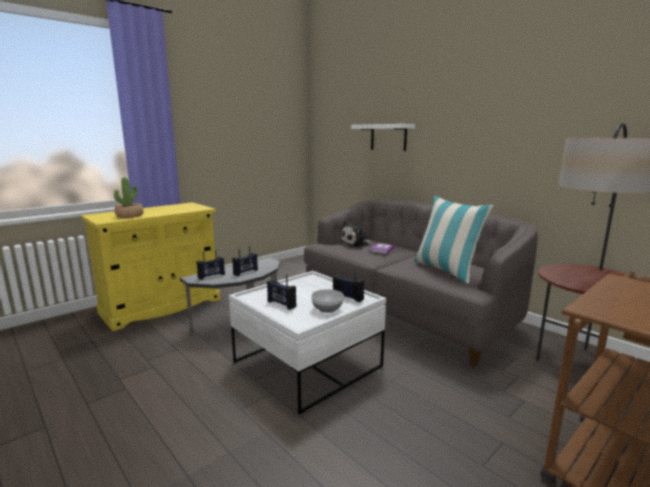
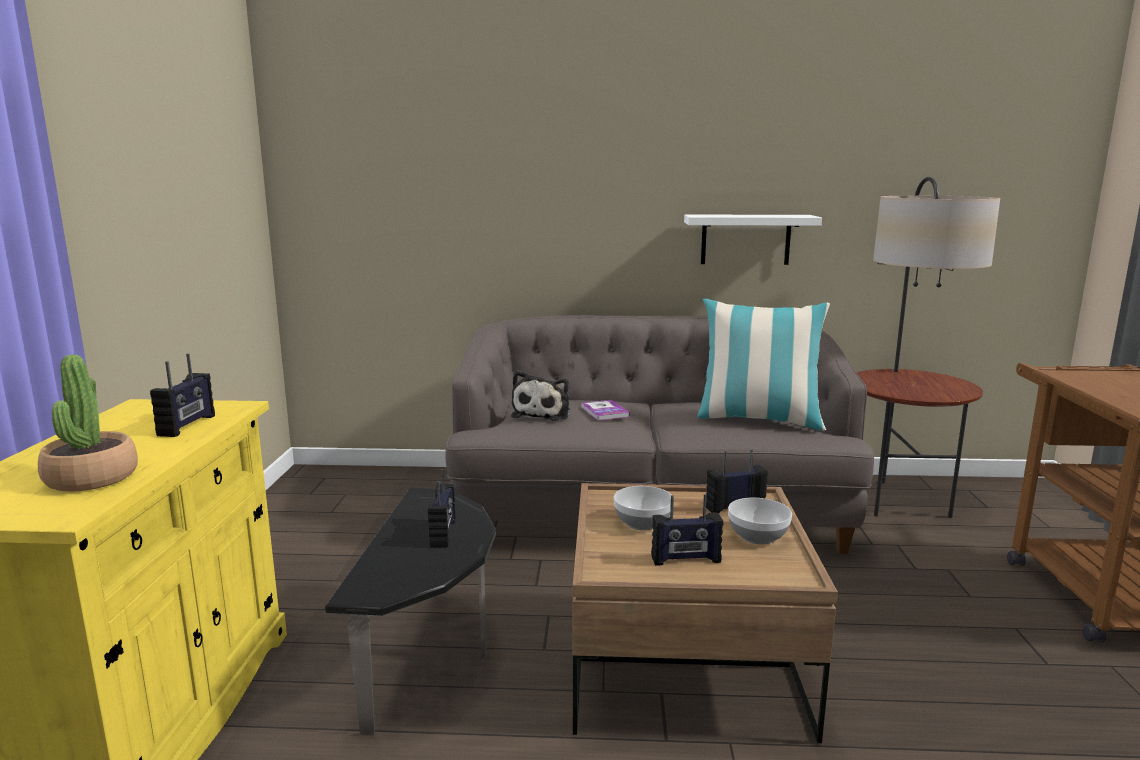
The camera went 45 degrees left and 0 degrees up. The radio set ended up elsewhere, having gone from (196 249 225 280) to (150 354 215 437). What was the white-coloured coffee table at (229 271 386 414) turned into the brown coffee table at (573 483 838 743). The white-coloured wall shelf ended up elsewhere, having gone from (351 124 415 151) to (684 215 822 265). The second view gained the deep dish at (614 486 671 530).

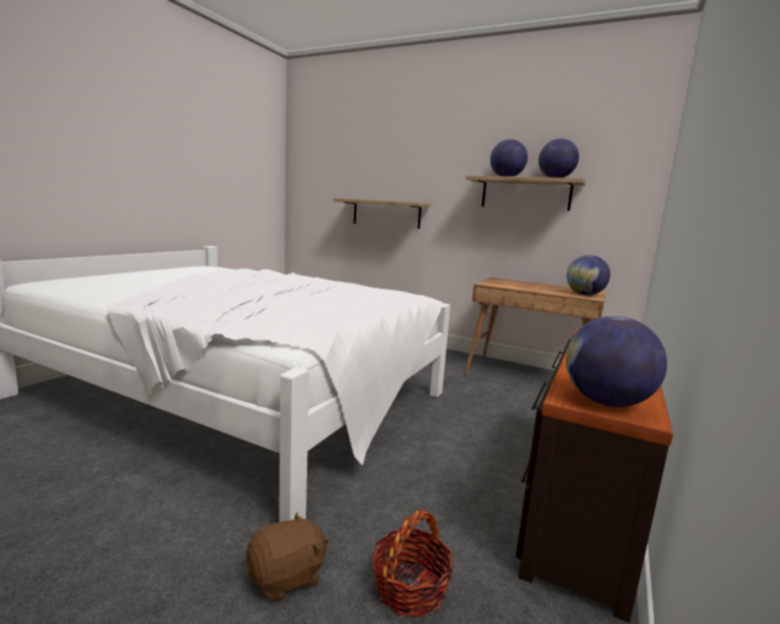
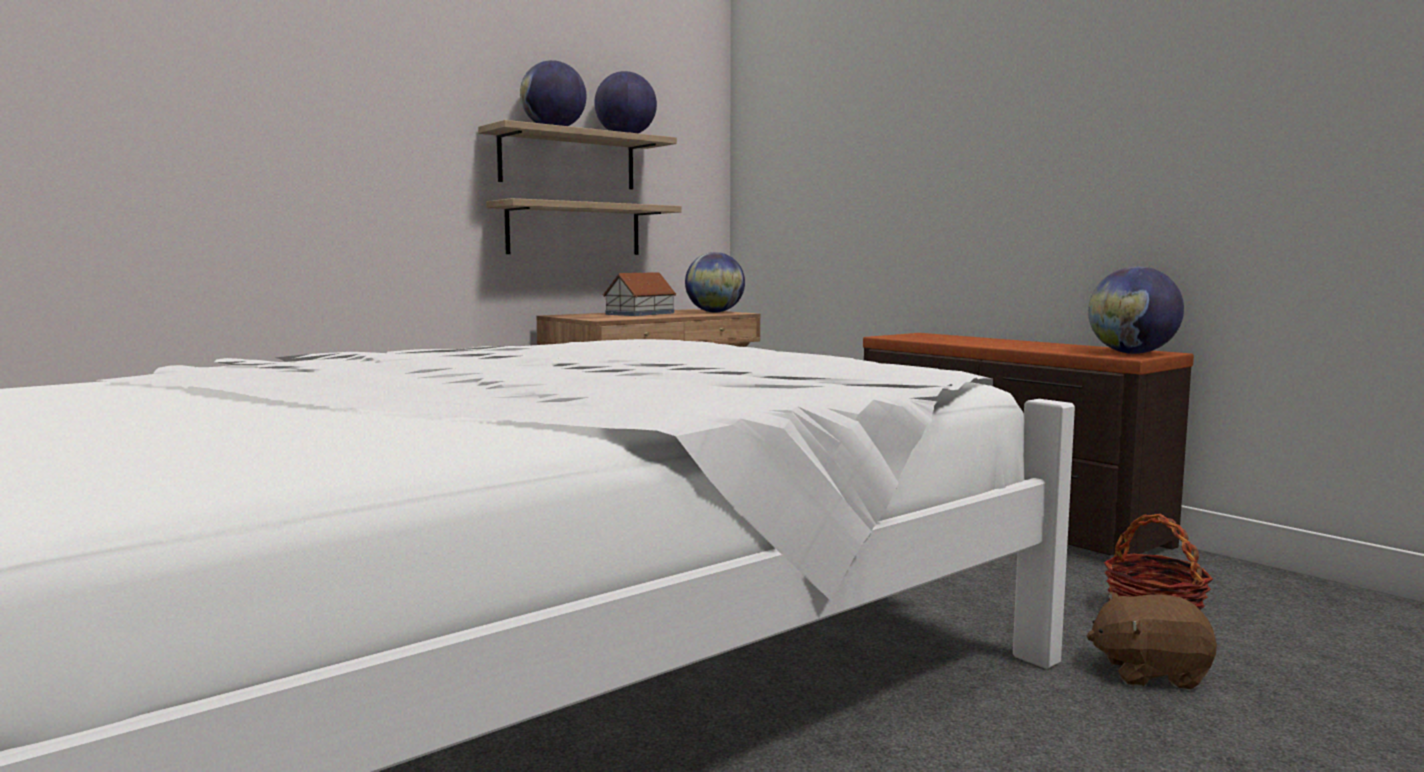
The camera went 65 degrees left and 5 degrees down. The brown soft toy at (246 512 329 602) ended up facing another way, 75 degrees counterclockwise from before. The wall shelf ended up elsewhere, having gone from (333 198 430 229) to (486 198 682 255). The second view gained the miniature house at (603 272 676 316).

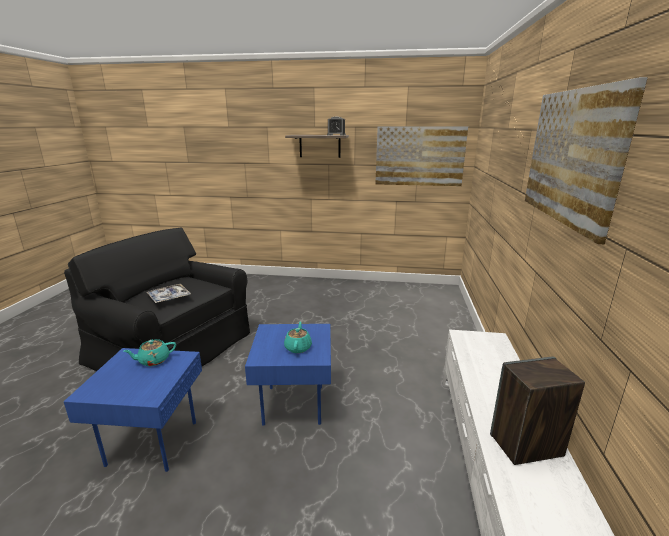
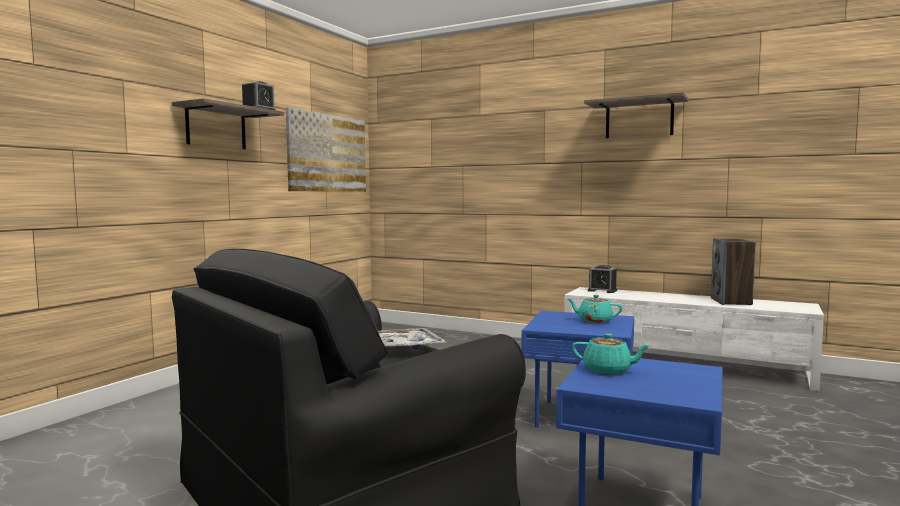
The camera went 70 degrees left and 15 degrees down. The turquoise-coloured teapot at (124 339 176 366) ended up facing another way, 60 degrees counterclockwise from before. Where the wall art hung at (525 77 648 244), the wall shelf came to hang at (584 92 689 138). The second view gained the bedside clock at (588 265 617 293).

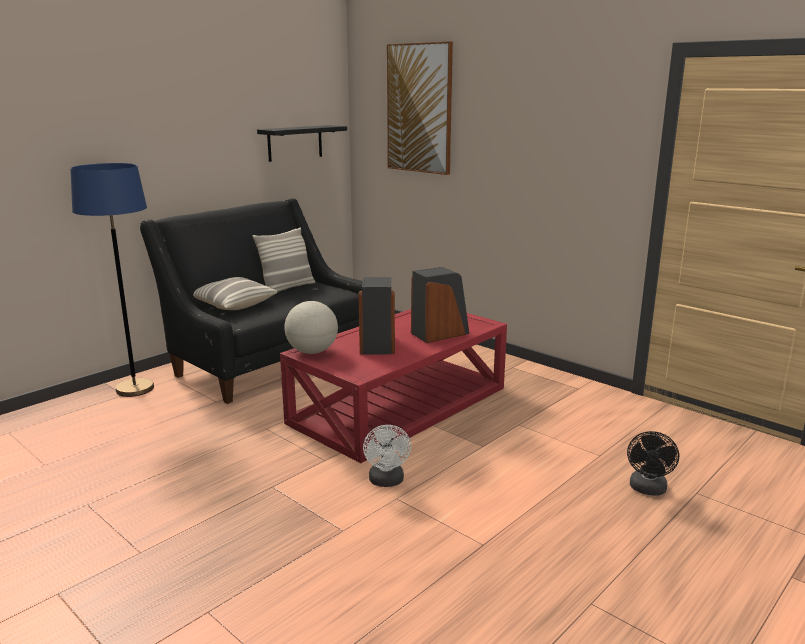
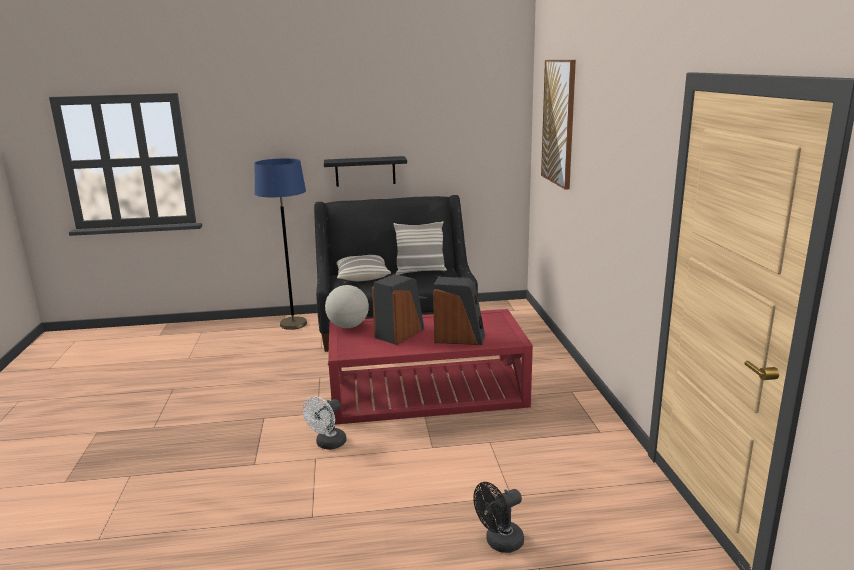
The camera went 40 degrees right and 0 degrees up. The blackish wall shelf ended up elsewhere, having gone from (257 125 347 162) to (324 156 407 187).

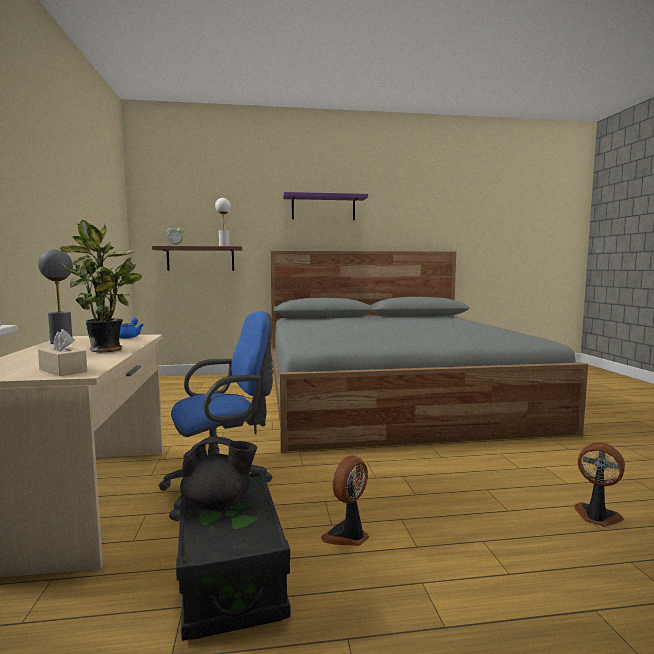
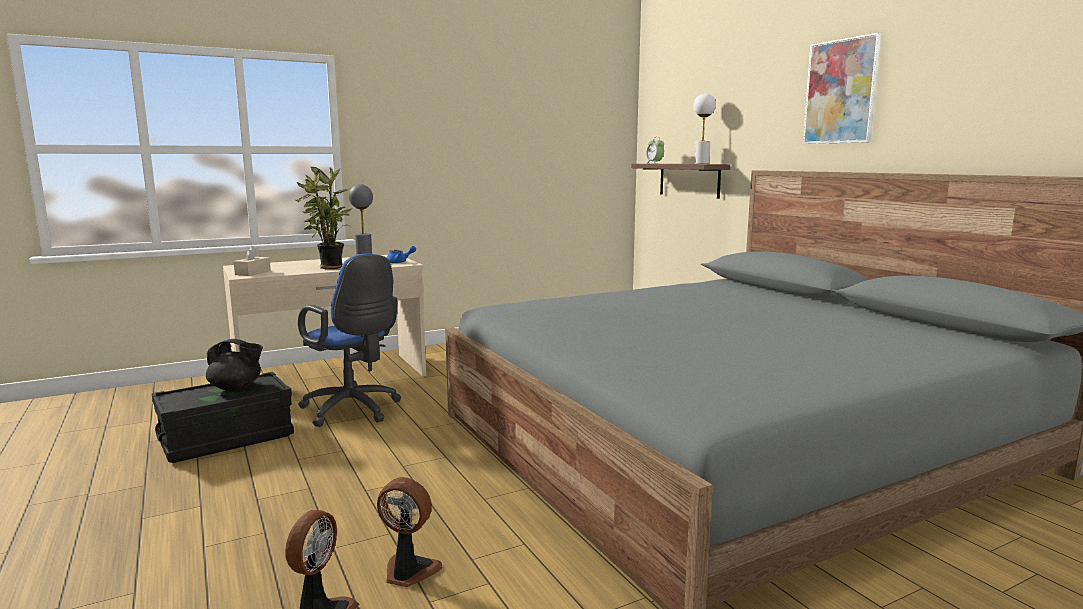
The camera went 70 degrees right and 5 degrees up. The blackish teapot at (180 436 257 510) ended up facing another way, 60 degrees counterclockwise from before. Where the purple wall shelf hung at (283 192 368 220), the wall art came to hang at (803 32 881 144). The cooling fan ended up elsewhere, having gone from (321 455 369 546) to (377 477 442 587).

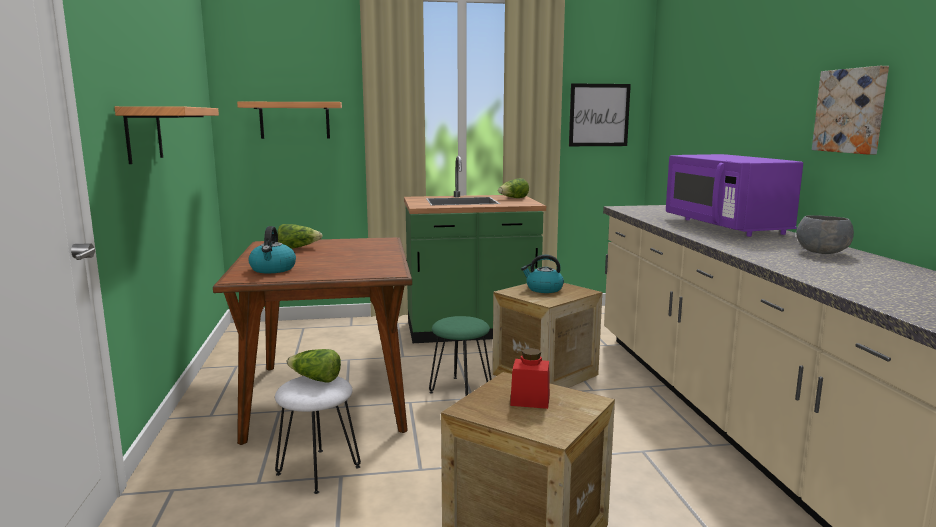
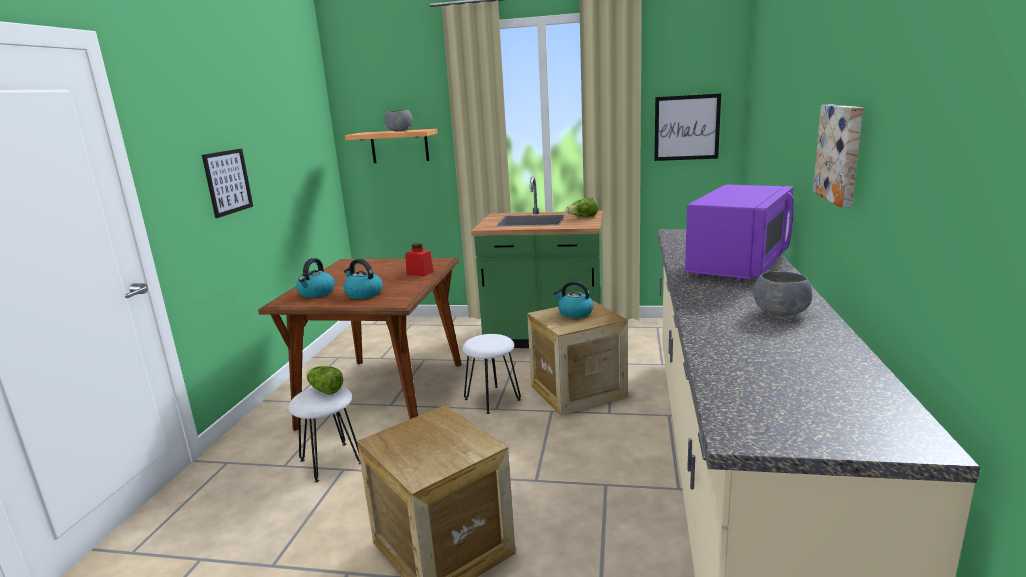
The camera went 20 degrees right and 5 degrees up. Where the wall shelf hung at (115 106 219 164), the wall art came to hang at (202 149 253 218). The second view lost the lettuce head at (277 224 323 249). What was the green-coloured sitting stool at (429 316 492 396) turned into the white-coloured sitting stool at (462 334 521 414). The red storage jar ended up elsewhere, having gone from (510 348 550 409) to (405 243 434 276). The purple microwave oven at (666 154 803 237) ended up facing another way, 150 degrees counterclockwise from before. The second view gained the tea kettle at (343 259 383 299). The second view gained the gray deep dish at (385 110 413 131).

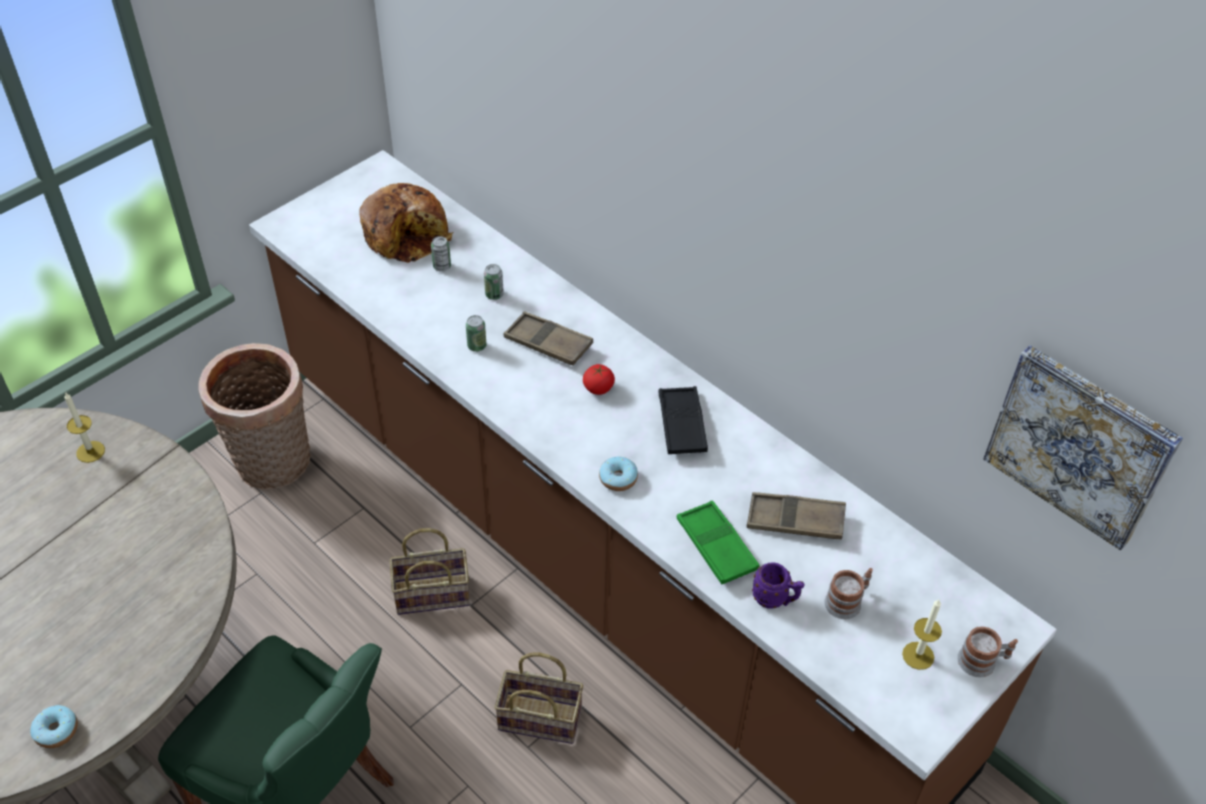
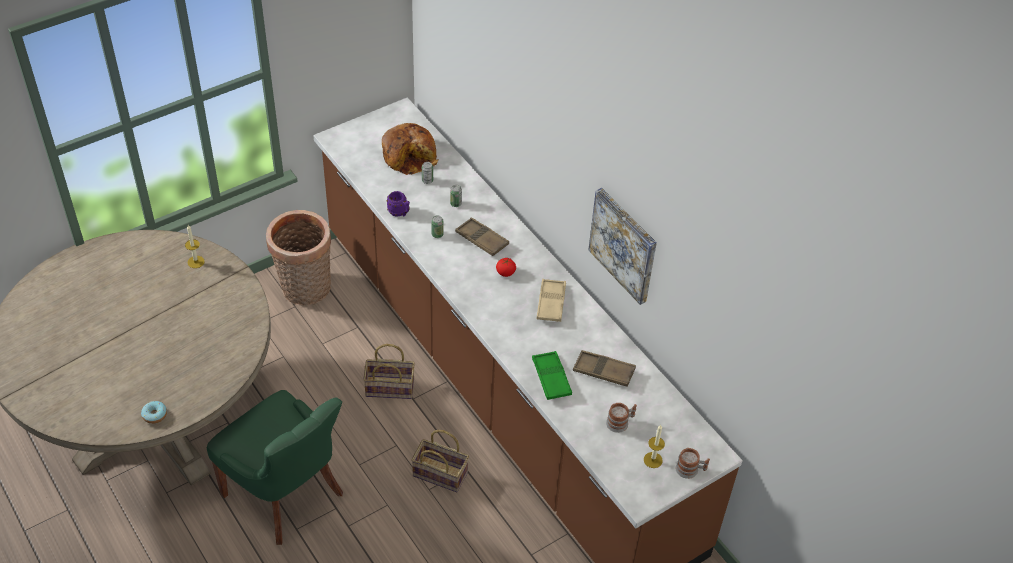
The camera went 10 degrees right and 0 degrees up. The second view lost the ring doughnut at (599 456 638 491). What was the blackish serving tray at (658 386 708 454) turned into the beige serving tray at (537 279 566 322). The purple tea mug ended up elsewhere, having gone from (752 562 804 609) to (387 191 410 217). The wall art ended up elsewhere, having gone from (983 345 1183 551) to (588 188 657 305).

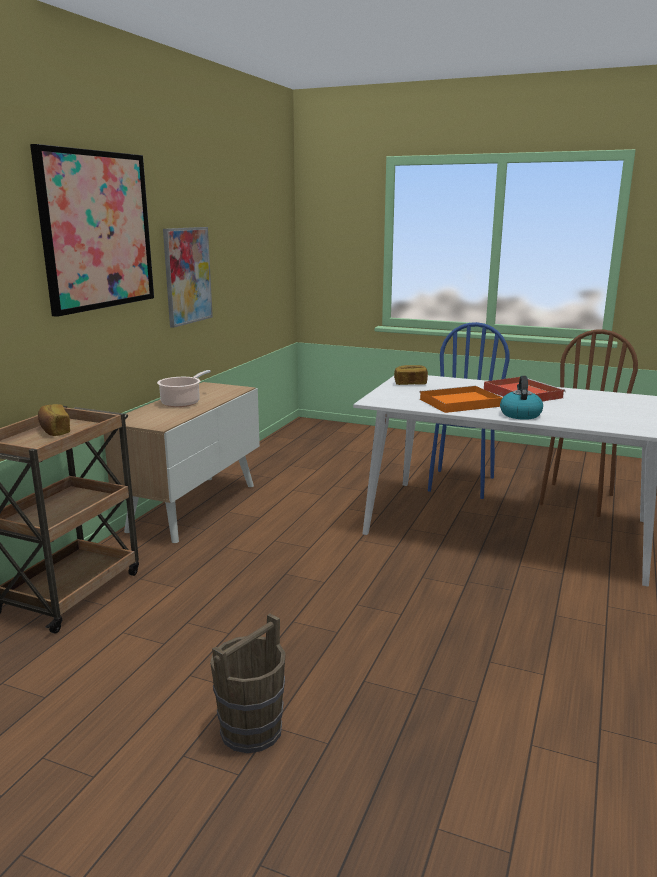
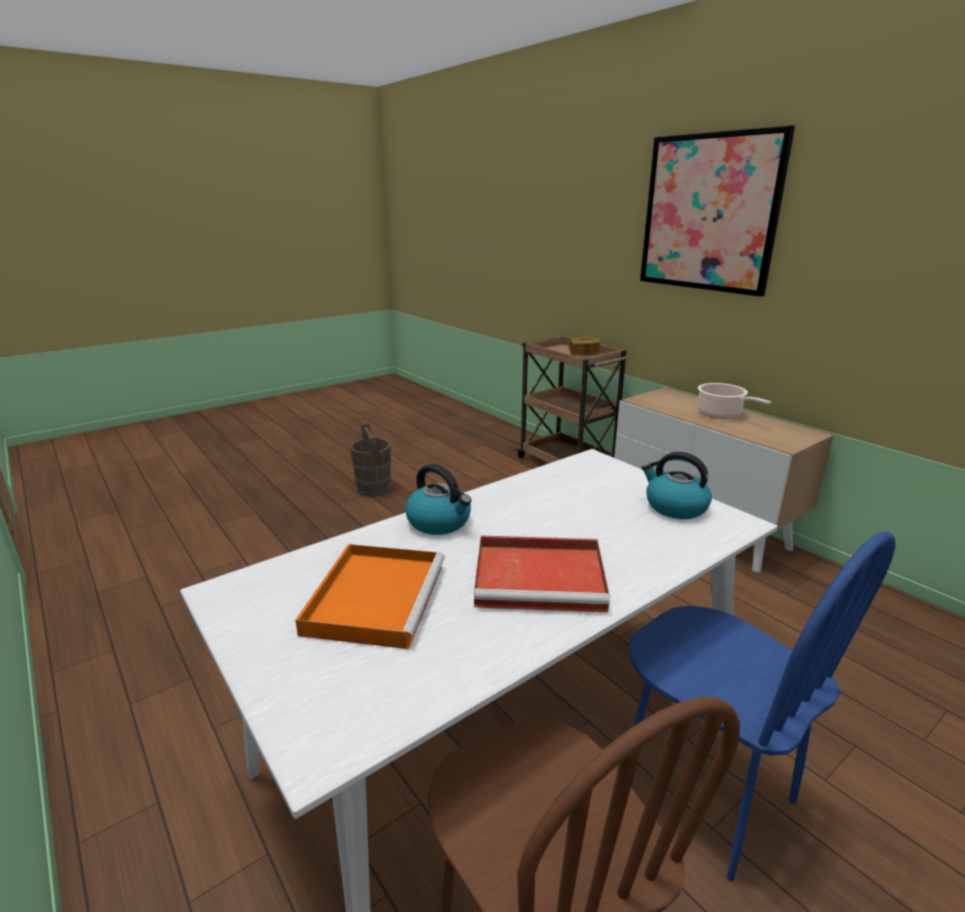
The camera went 120 degrees right and 5 degrees up. The second view lost the wall art at (163 227 213 328). Where the bread stood at (394 365 428 385), the tea kettle came to stand at (641 452 712 519). The orangey serving tray ended up elsewhere, having gone from (420 385 503 413) to (295 544 444 649).

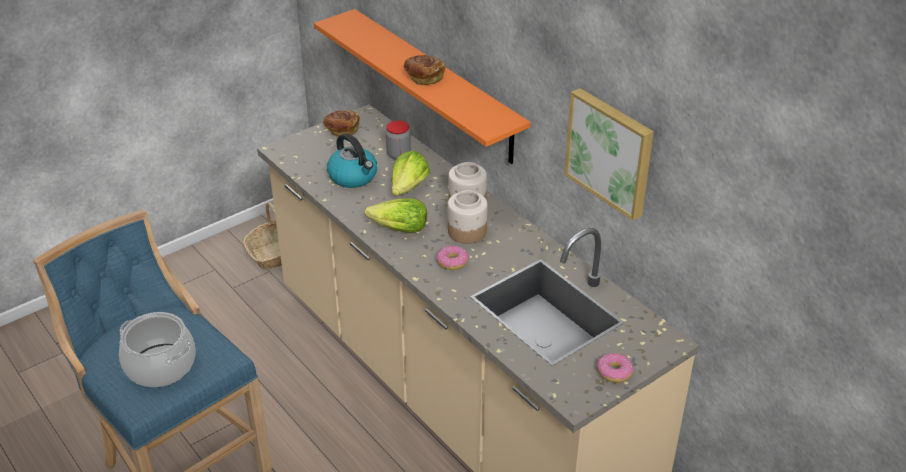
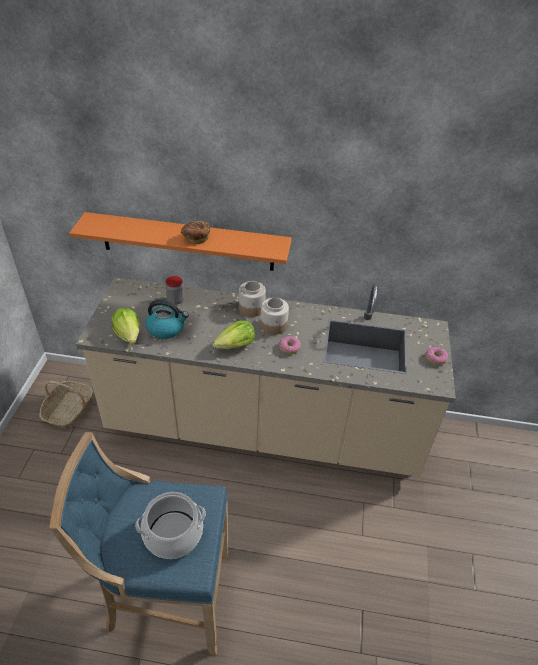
The camera went 45 degrees left and 5 degrees up. The second view lost the bread at (323 110 360 137). The lettuce head ended up elsewhere, having gone from (392 151 430 196) to (111 308 140 344). The second view lost the wall art at (564 88 654 221).

